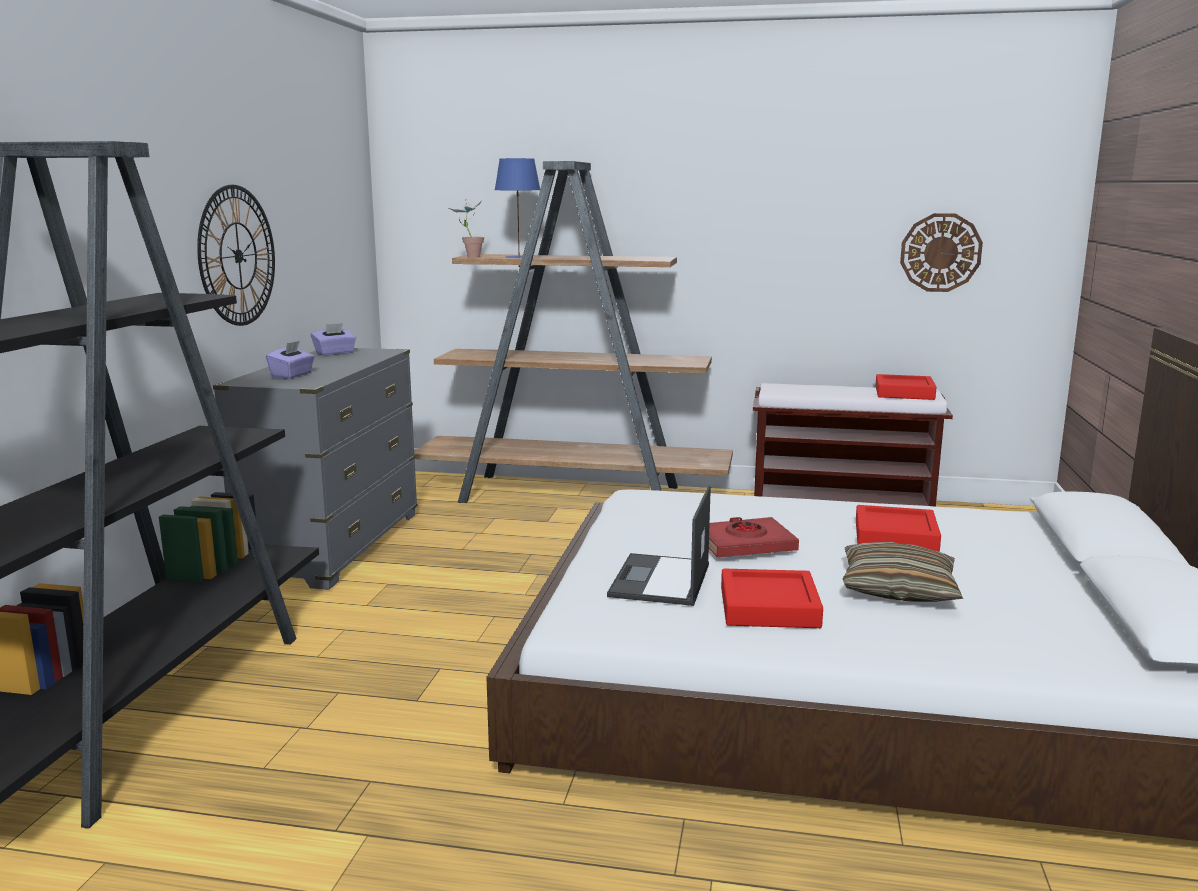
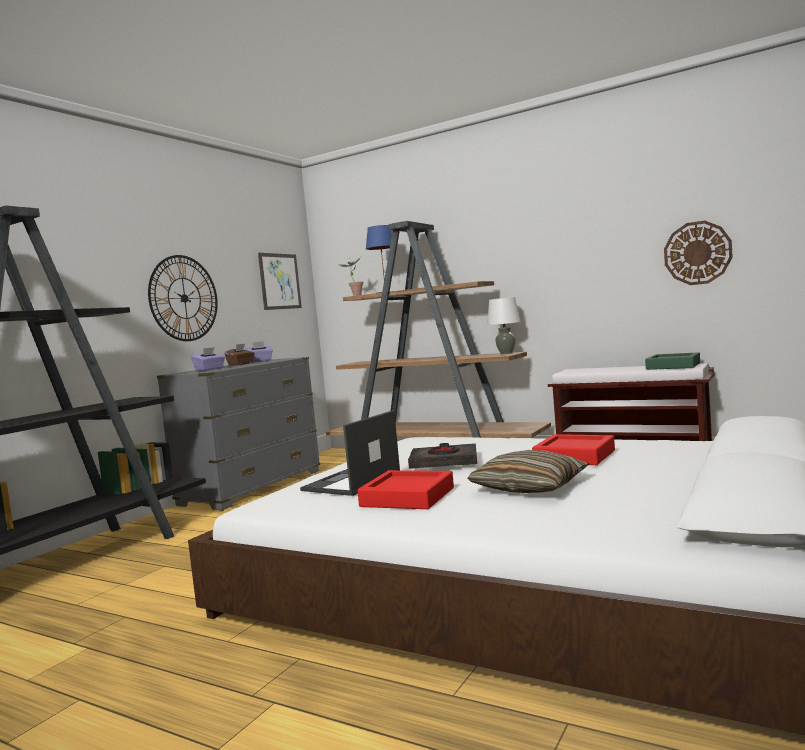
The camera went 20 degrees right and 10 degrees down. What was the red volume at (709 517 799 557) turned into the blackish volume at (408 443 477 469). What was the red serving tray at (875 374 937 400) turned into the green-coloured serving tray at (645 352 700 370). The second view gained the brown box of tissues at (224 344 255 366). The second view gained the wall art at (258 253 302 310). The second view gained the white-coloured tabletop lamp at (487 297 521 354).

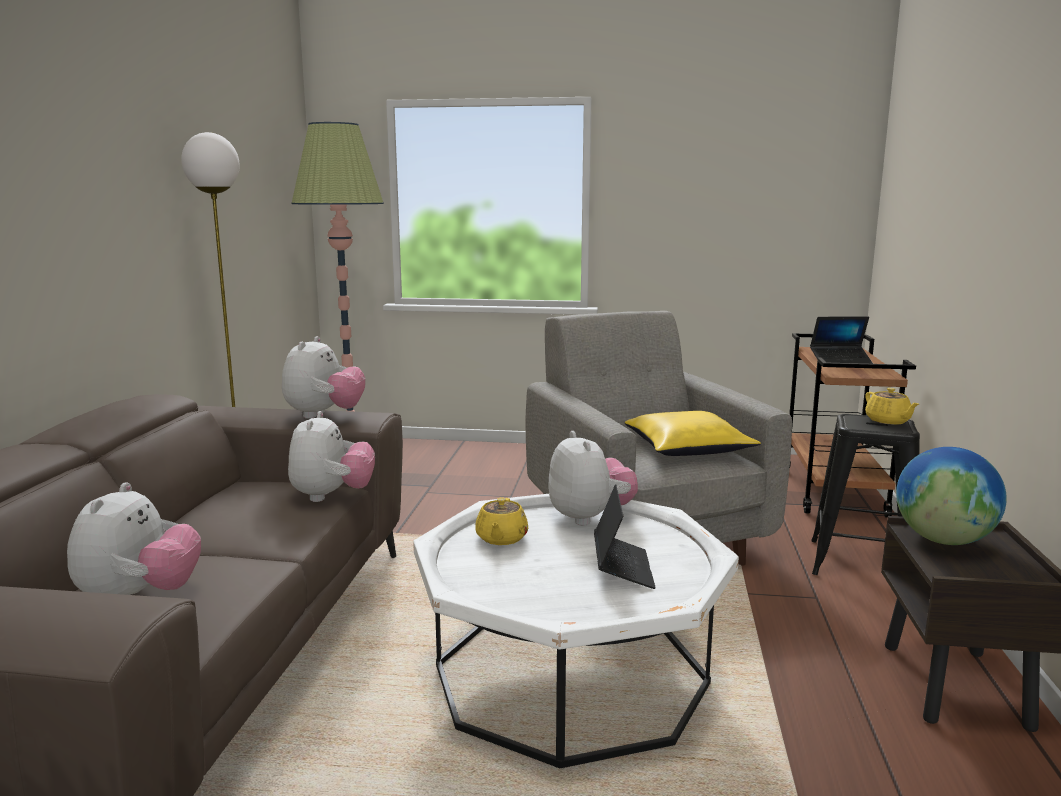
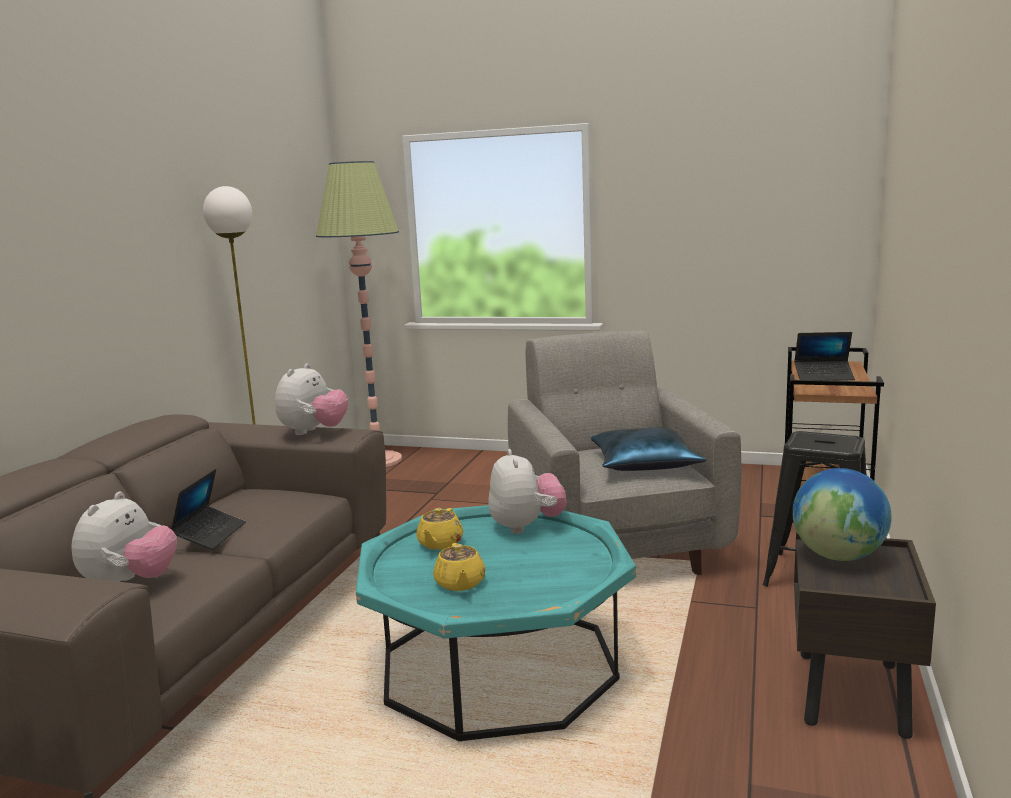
The camera went 10 degrees right and 0 degrees up. The second view lost the soft toy at (288 411 375 502). What was the white-coloured coffee table at (413 494 739 768) turned into the turquoise-coloured coffee table at (356 505 636 741). The laptop ended up elsewhere, having gone from (594 484 656 589) to (171 469 246 550). What was the yellow throw pillow at (624 411 761 456) turned into the blue-coloured throw pillow at (591 427 707 471). The yellow teapot ended up elsewhere, having gone from (865 388 919 425) to (433 543 485 591).

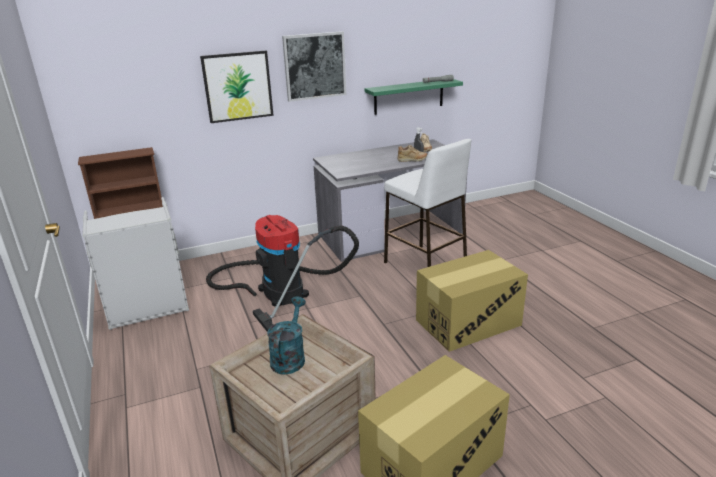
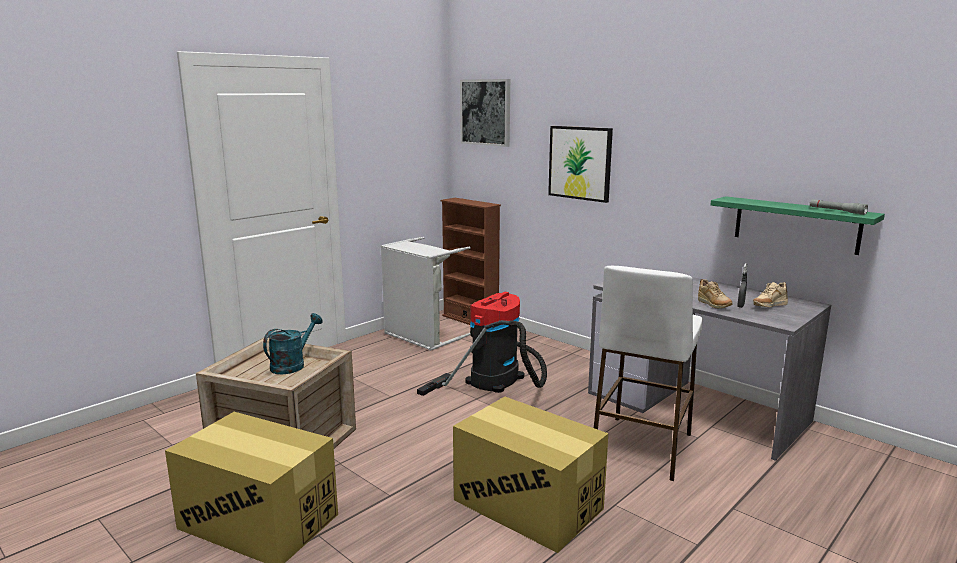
The camera went 65 degrees right and 10 degrees down. The turquoise-coloured sprinkling can at (267 297 306 375) ended up facing another way, 45 degrees counterclockwise from before. The wall art ended up elsewhere, having gone from (282 31 346 102) to (460 79 510 147).

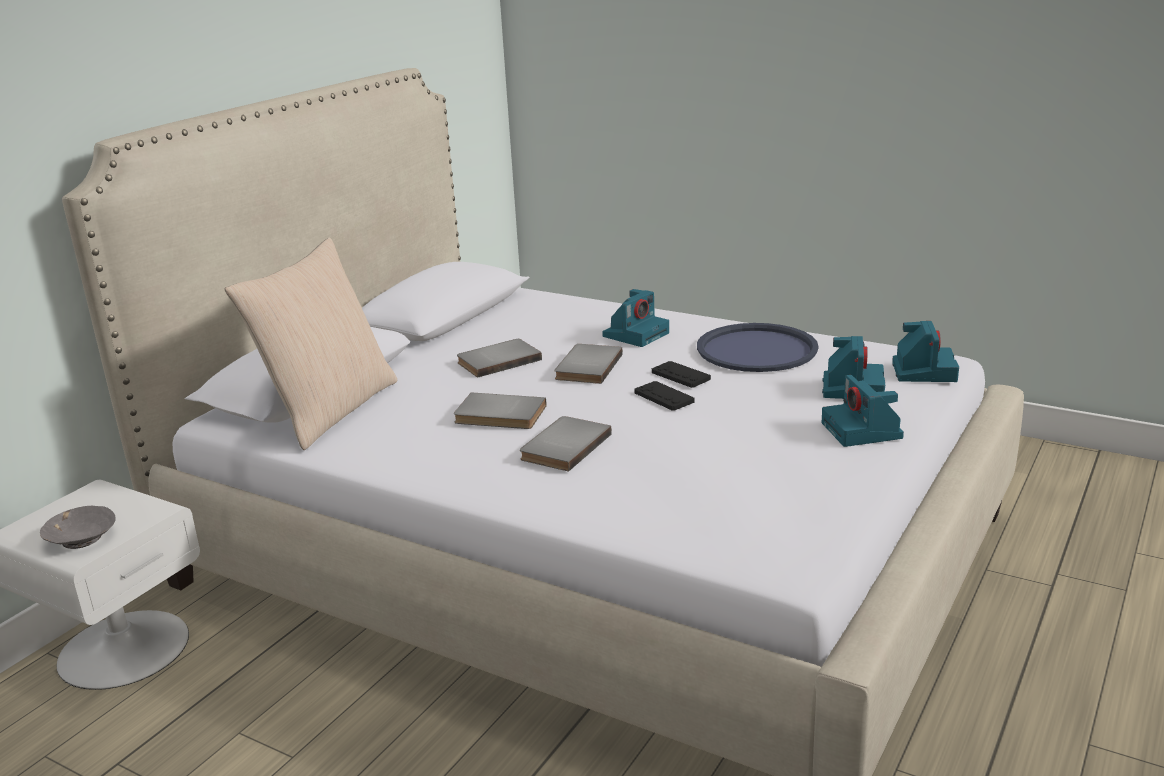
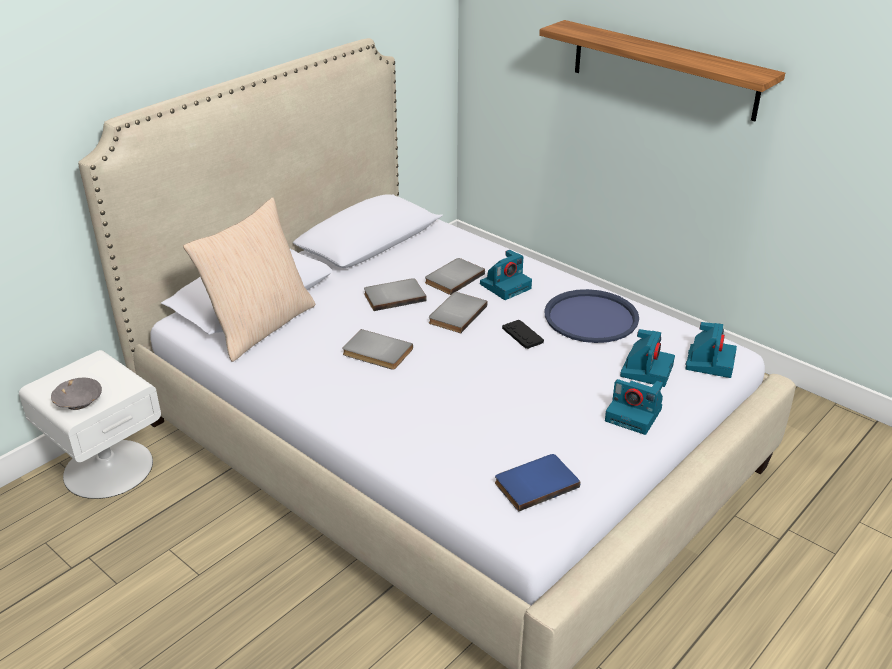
The camera went 10 degrees right and 10 degrees up. The gray volume ended up elsewhere, having gone from (520 416 612 471) to (425 258 485 295). The second view lost the blackish joypad at (634 381 694 411). The photo camera at (822 375 904 447) ended up facing another way, 60 degrees counterclockwise from before. The second view gained the blue-coloured volume at (495 454 580 512). The second view gained the wall shelf at (539 20 785 122).

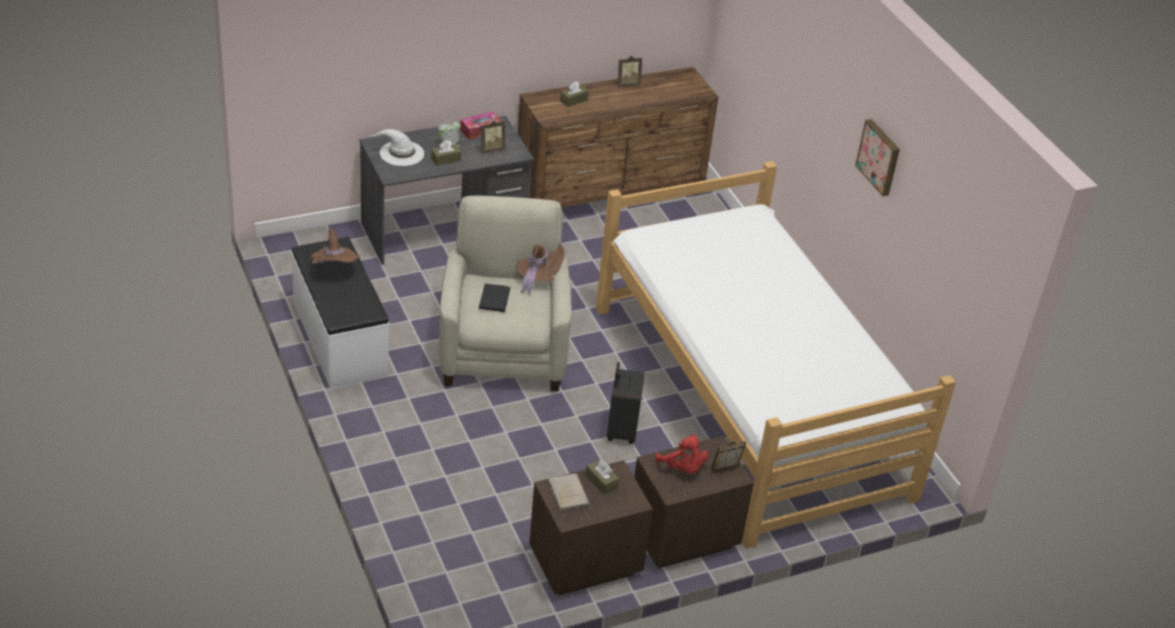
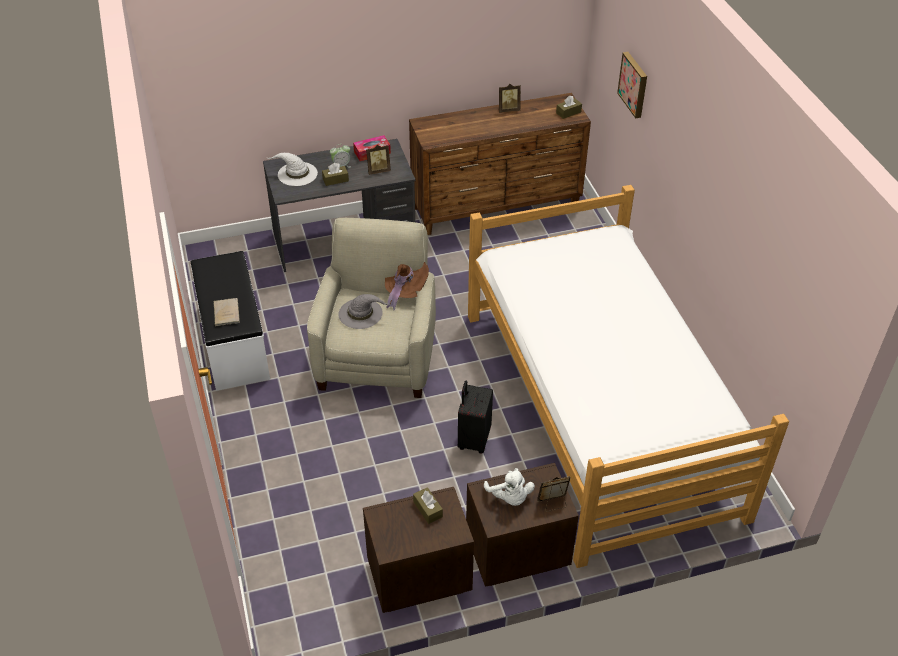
The camera went 10 degrees right and 5 degrees up. The second view lost the brown clothing hat at (310 228 360 264). Where the blackish volume stood at (478 284 510 312), the gray clothing hat came to stand at (339 294 390 329). The beige volume ended up elsewhere, having gone from (548 474 589 511) to (213 298 240 326). The brown box of tissues ended up elsewhere, having gone from (560 81 589 107) to (556 96 582 119). What was the red soft toy at (655 434 709 474) turned into the white-coloured soft toy at (484 468 535 506). The wall art ended up elsewhere, having gone from (855 119 900 196) to (617 52 647 119).

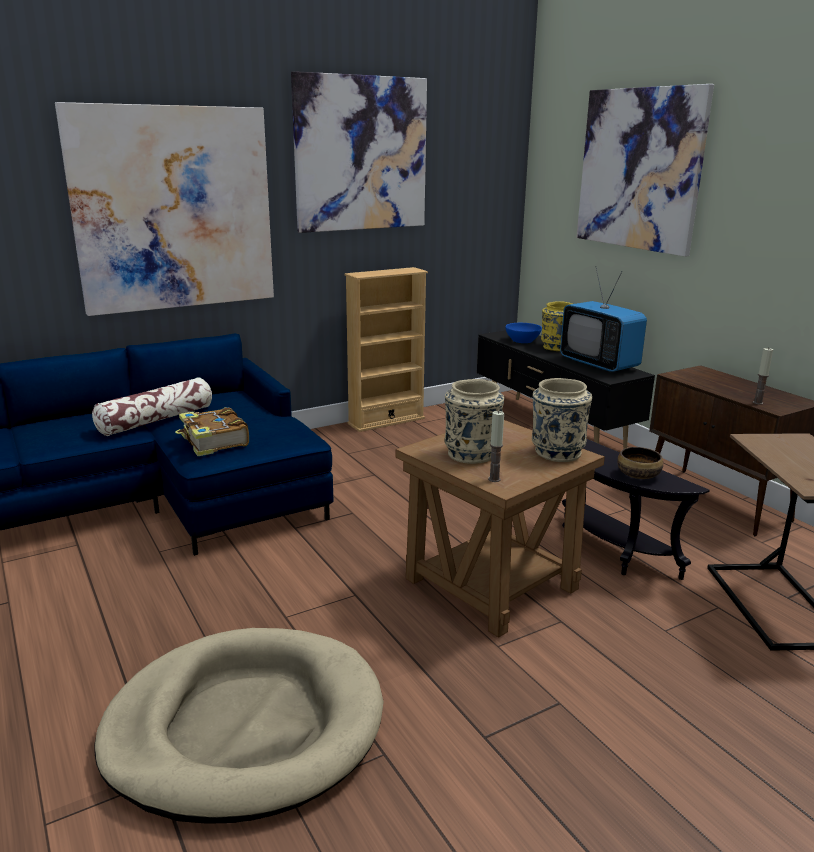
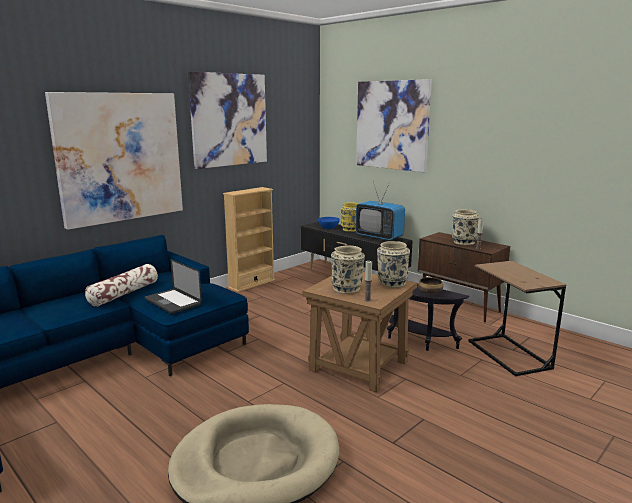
The camera went 15 degrees left and 5 degrees down. Where the volume stood at (175 407 249 456), the laptop came to stand at (145 259 202 314). The second view gained the beige flower vase at (452 209 479 245).

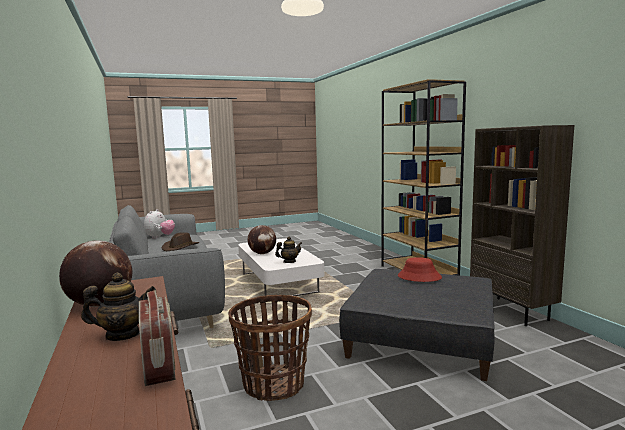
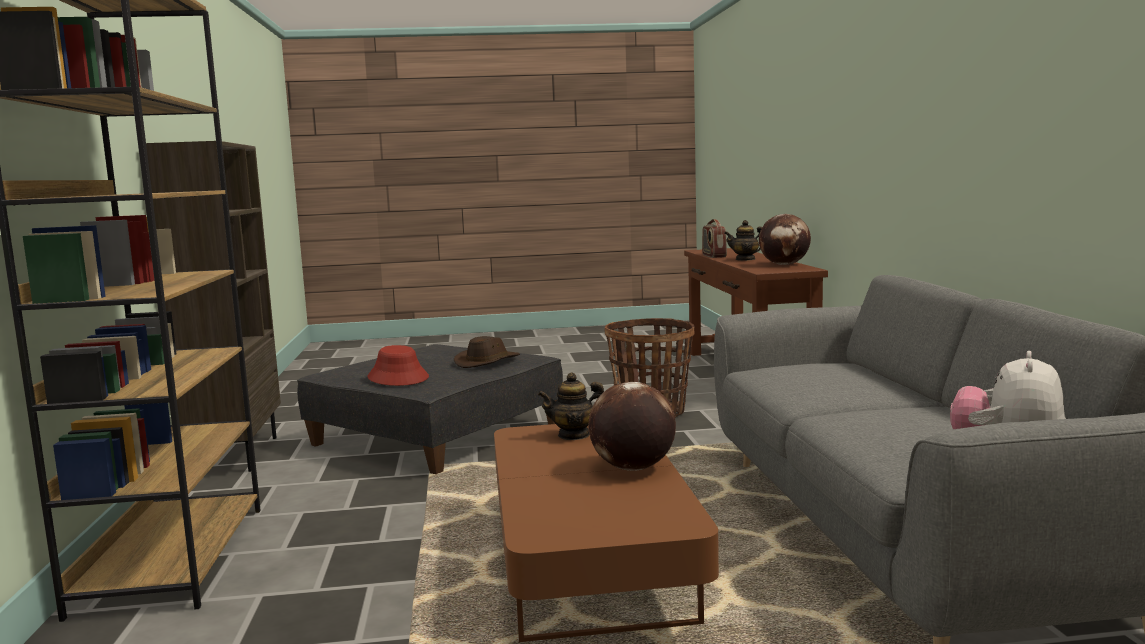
The camera went 165 degrees left and 0 degrees up. The brown clothing hat ended up elsewhere, having gone from (162 232 199 251) to (454 336 520 368). What was the white-coloured coffee table at (238 239 325 296) turned into the brown coffee table at (494 424 719 642).

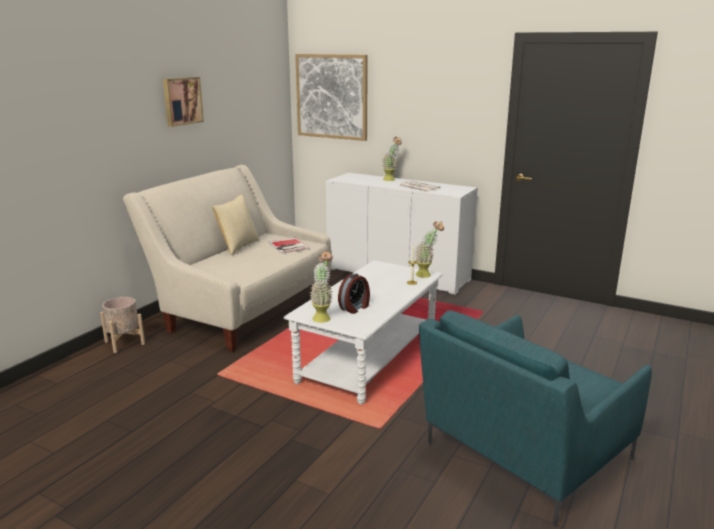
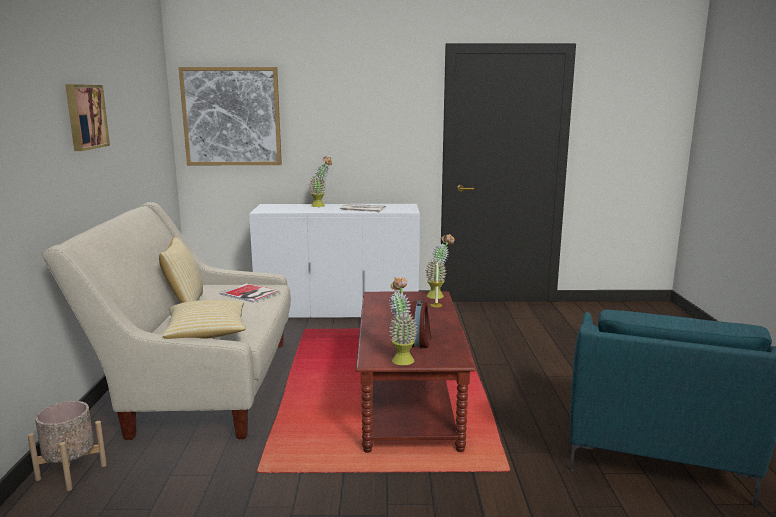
The camera went 30 degrees left and 5 degrees down. What was the white-coloured coffee table at (283 260 442 405) turned into the brown coffee table at (355 291 476 453). The second view gained the throw pillow at (163 300 246 339).

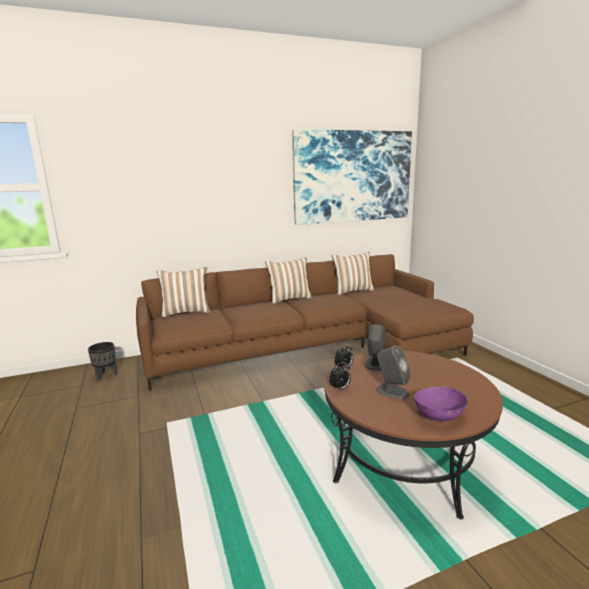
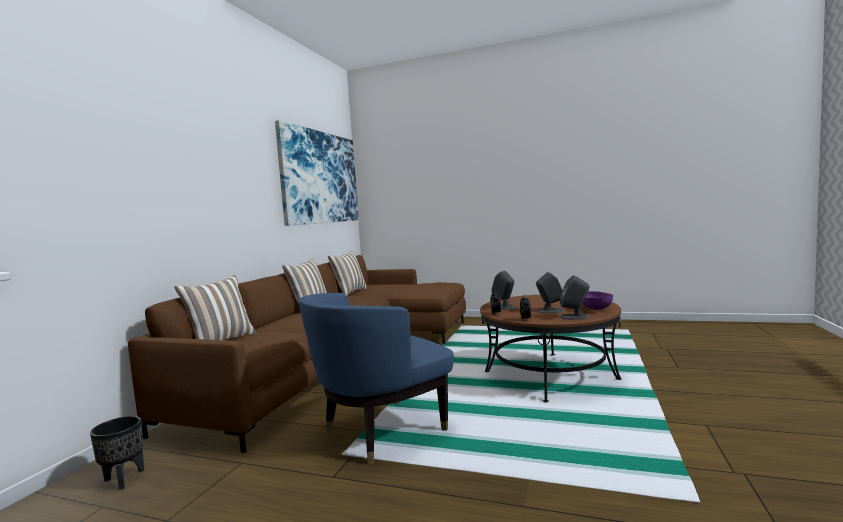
The camera went 50 degrees left and 10 degrees down. The second view gained the blue-coloured lounge chair at (298 293 454 464). The second view gained the gray loudspeaker at (560 275 589 320).

